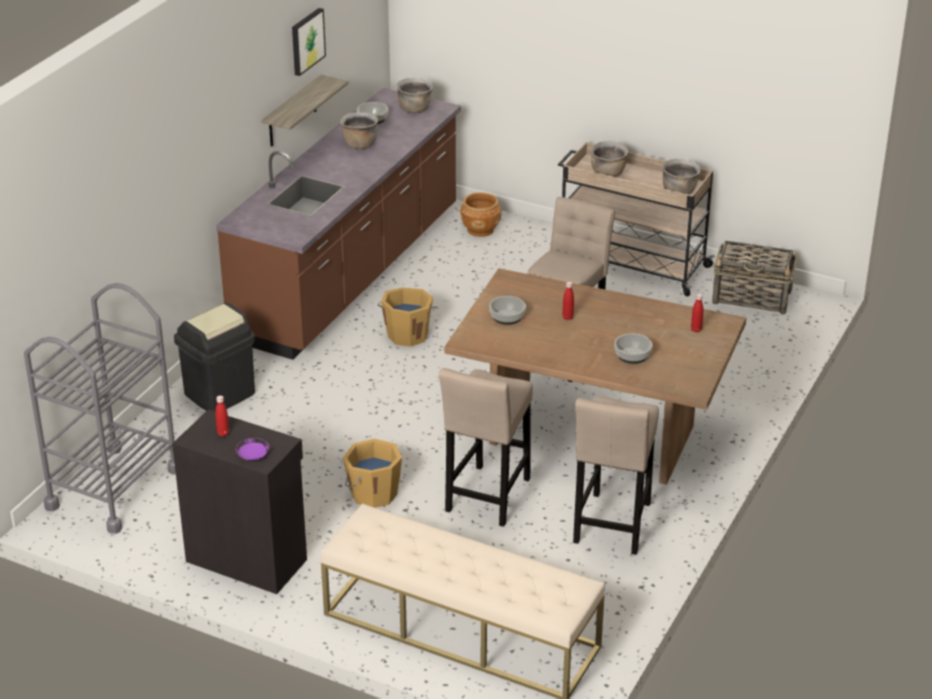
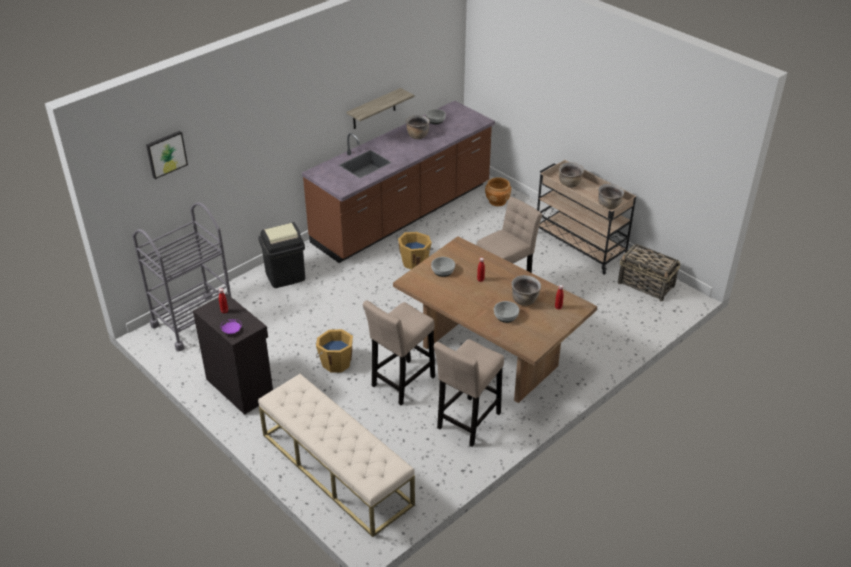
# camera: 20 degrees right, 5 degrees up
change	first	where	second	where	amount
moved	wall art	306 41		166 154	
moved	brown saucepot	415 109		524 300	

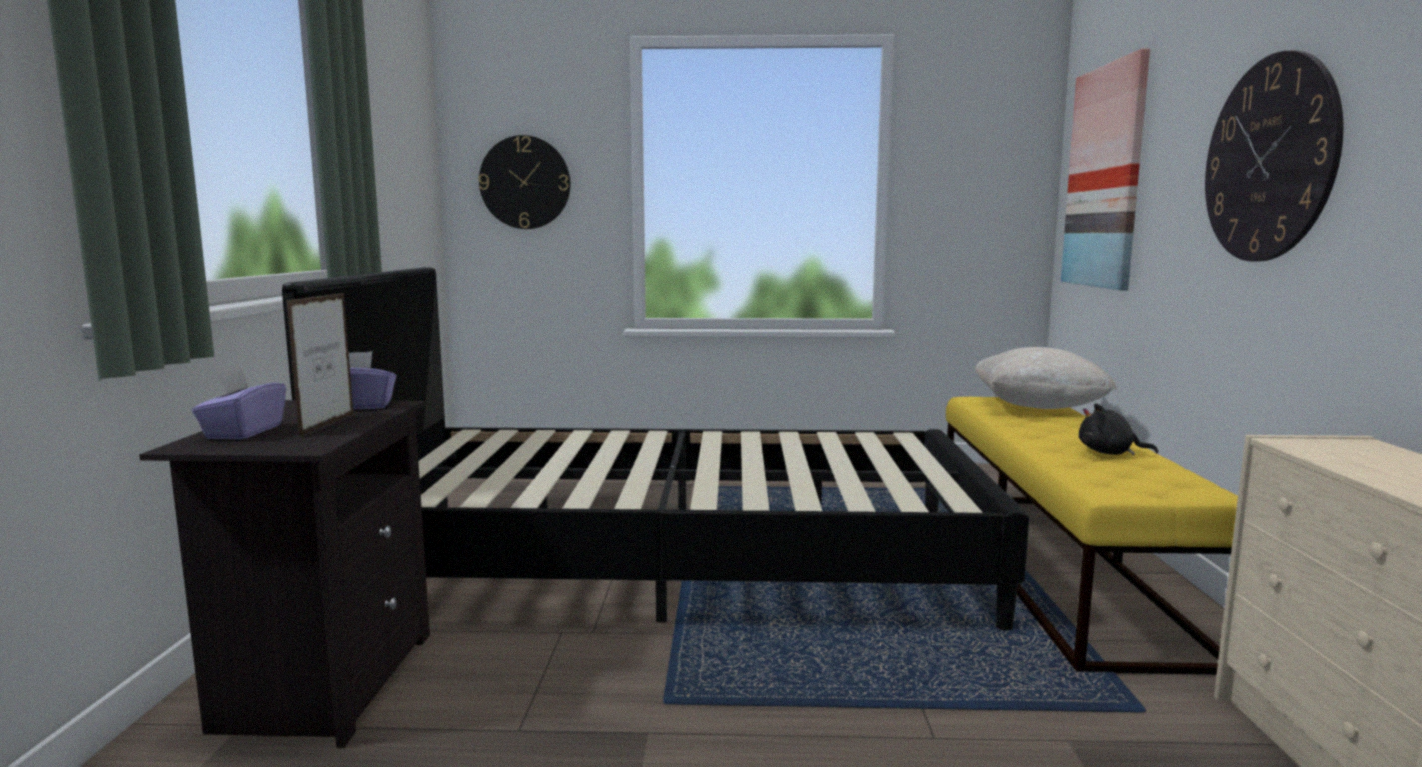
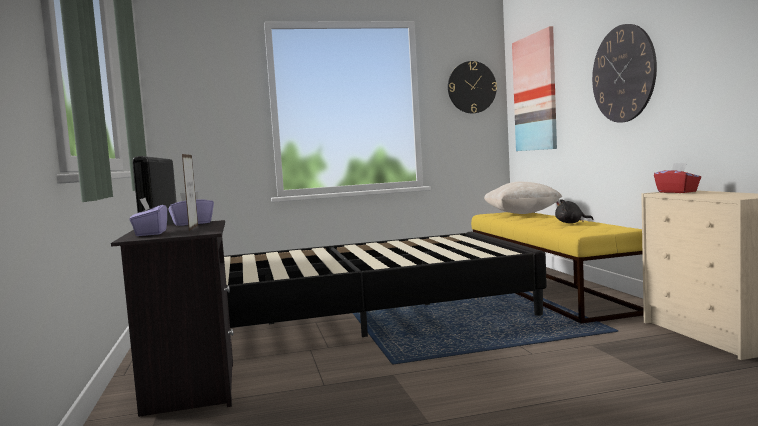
# camera: 15 degrees left, 5 degrees down
change	first	where	second	where	amount
moved	hanging clock	525 182		471 87	
added			red-coloured tissue holder	677 192	

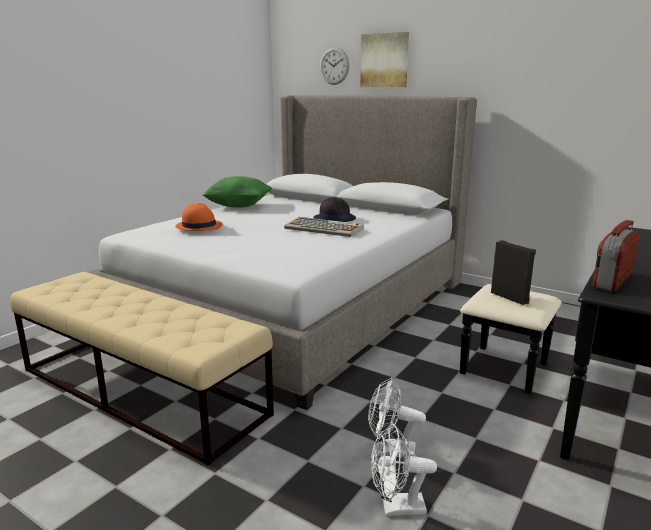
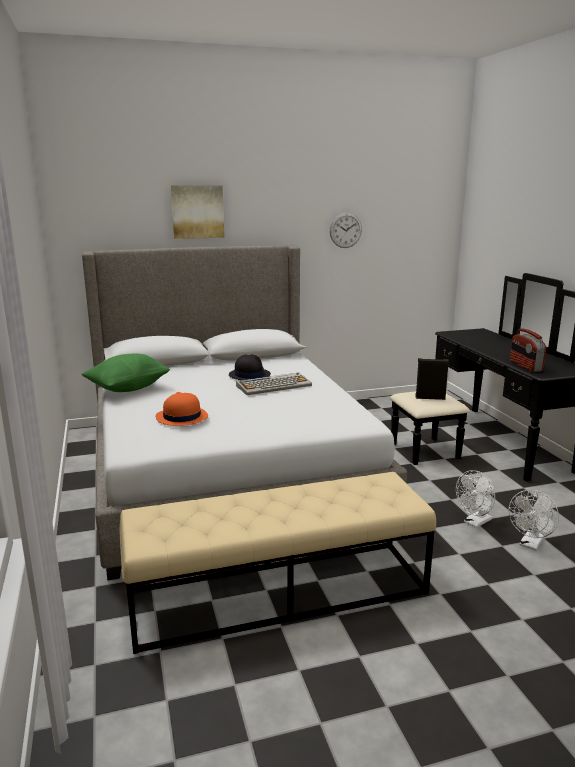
# camera: 50 degrees left, 0 degrees up
change	first	where	second	where	amount
moved	hanging clock	334 66		345 230	

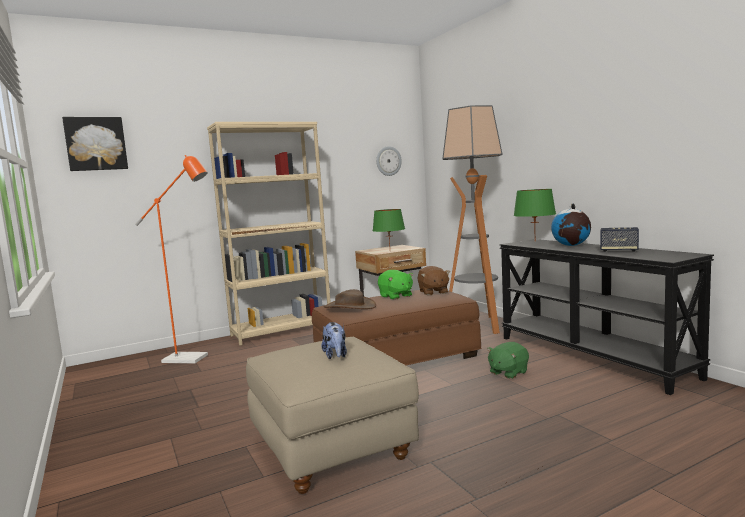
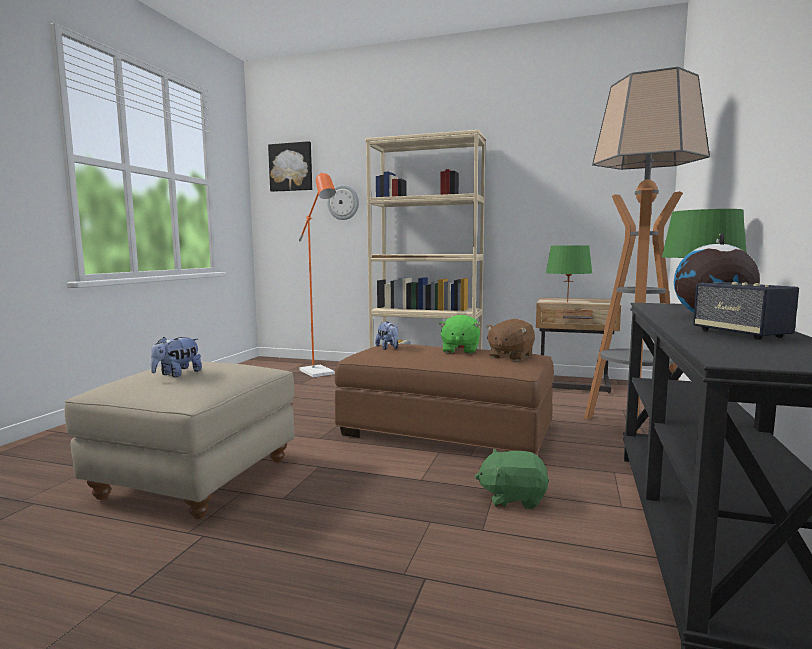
# camera: 45 degrees right, 0 degrees up
change	first	where	second	where	amount
moved	hanging clock	388 161		343 202	
replaced	brown hat	350 306	plush toy	388 348	

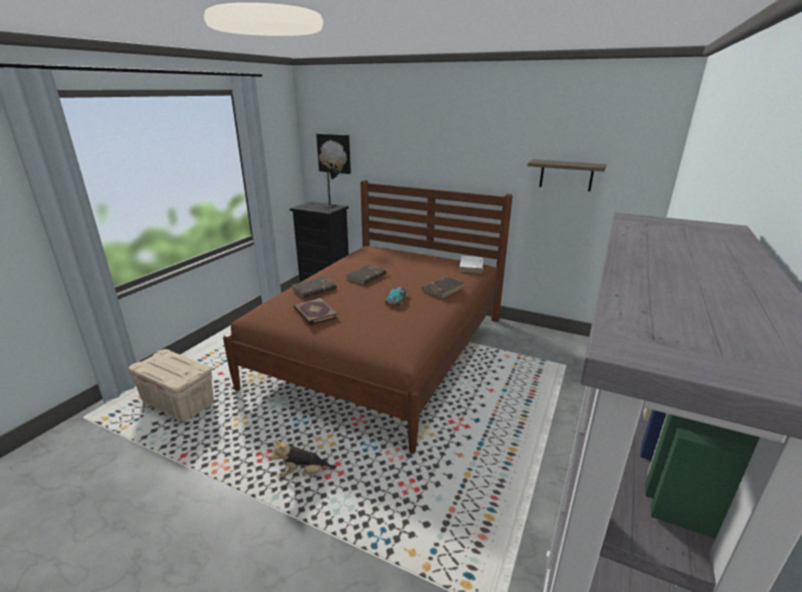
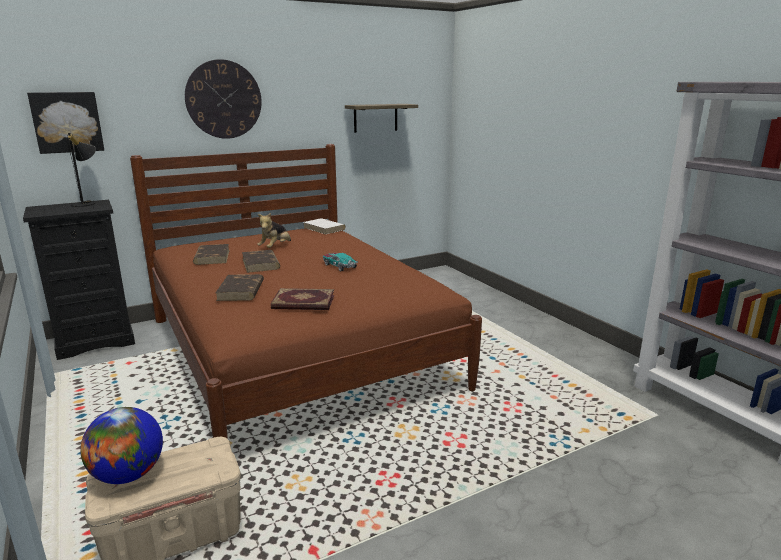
# camera: 55 degrees left, 5 degrees down
change	first	where	second	where	amount
moved	brown volume	443 289		212 257	
moved	plush toy	303 473		275 247	
added			hanging clock	224 99	
added			world globe	128 475	

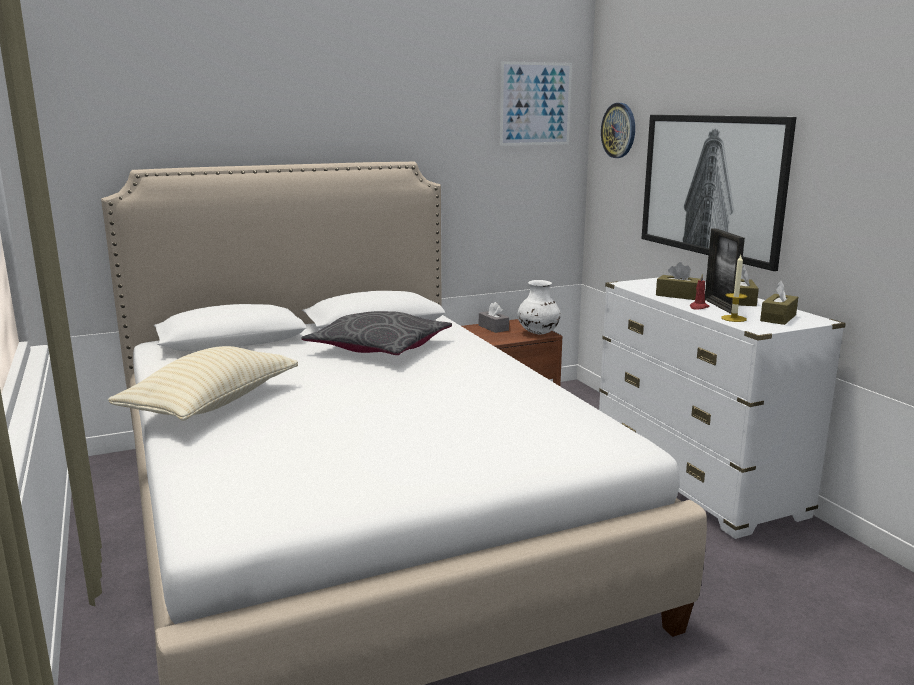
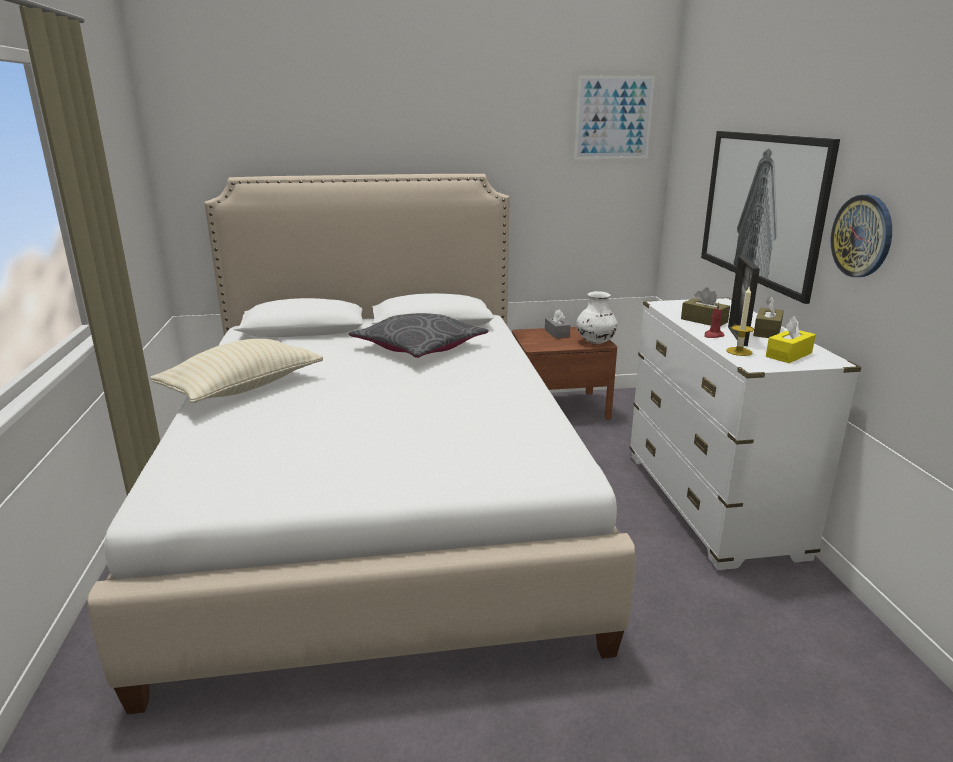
# camera: 15 degrees right, 5 degrees up
change	first	where	second	where	amount
moved	hanging clock	619 130		862 236	
recoloured	brown tissue holder	778 318	yellow tissue holder	788 355	

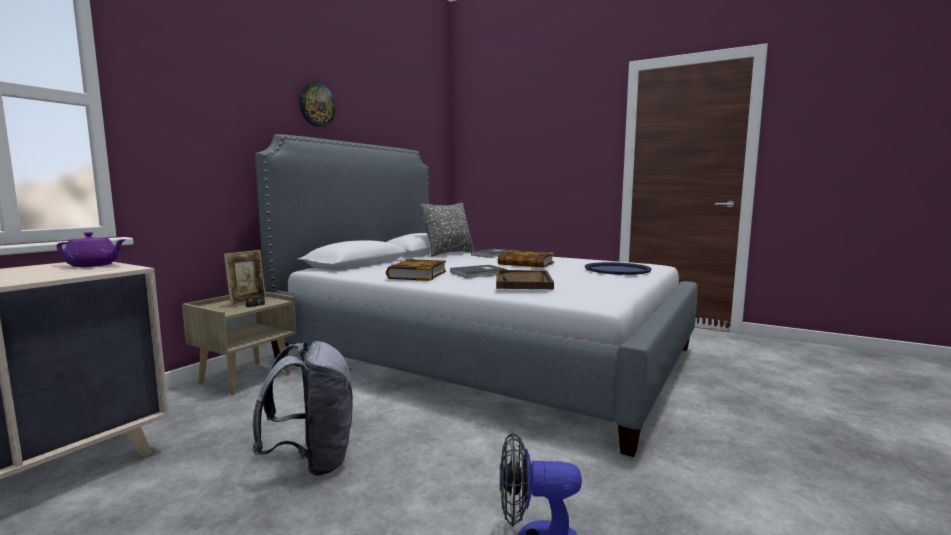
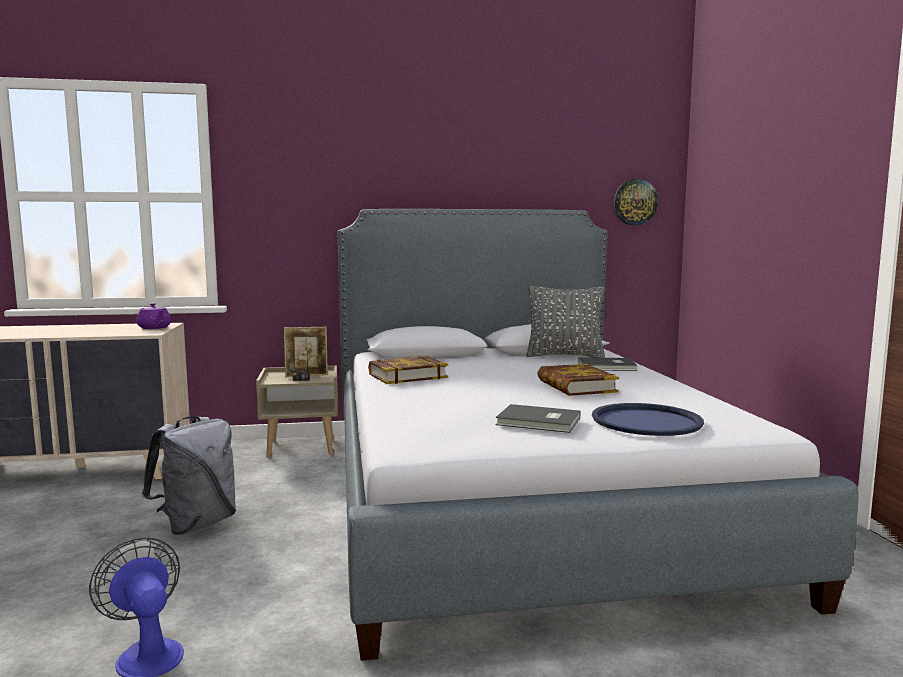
# camera: 50 degrees right, 0 degrees up
change	first	where	second	where	amount
moved	hanging clock	316 104		635 202	
moved	greyish volume	479 273		539 422	
removed	brown serving tray	523 282			

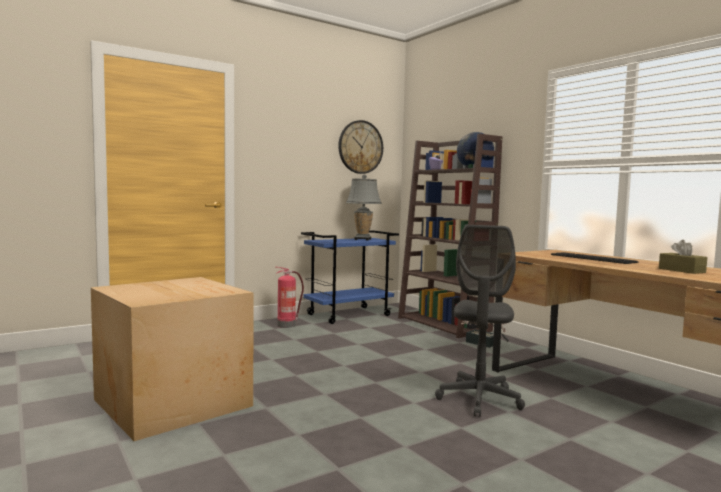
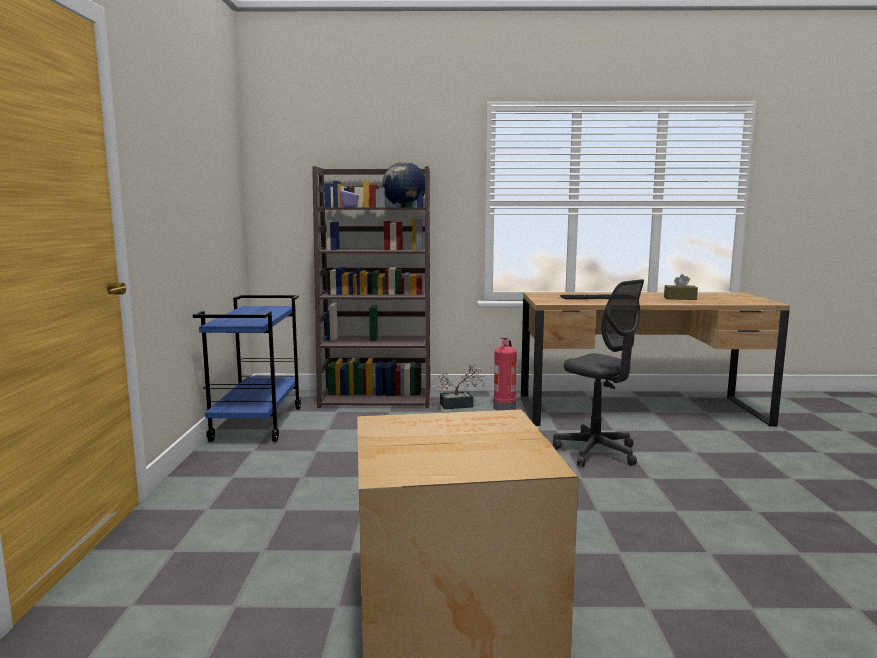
# camera: 55 degrees left, 5 degrees up
change	first	where	second	where	amount
removed	hanging clock	360 147			
removed	greyish table lamp	362 239			
moved	fire-fighting cylinder	287 325		504 407	

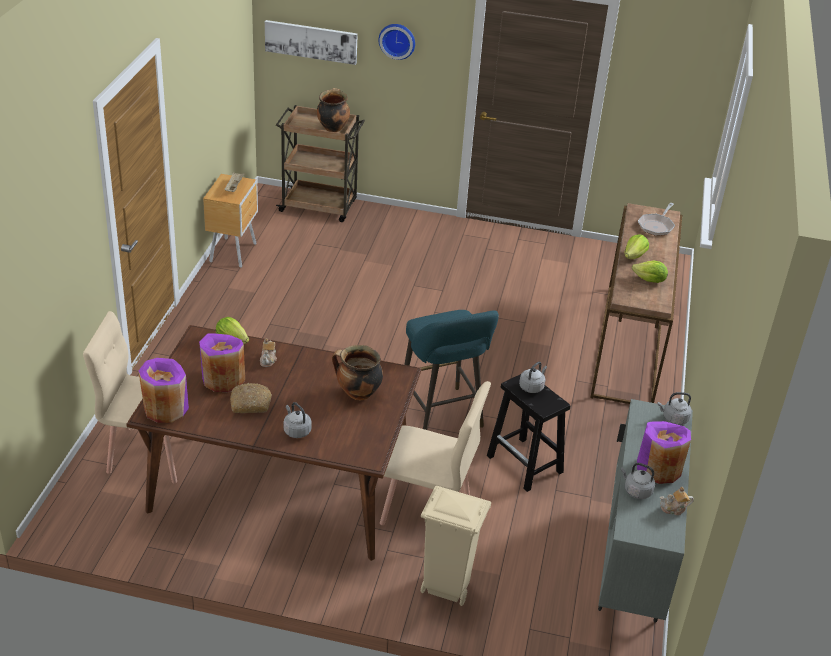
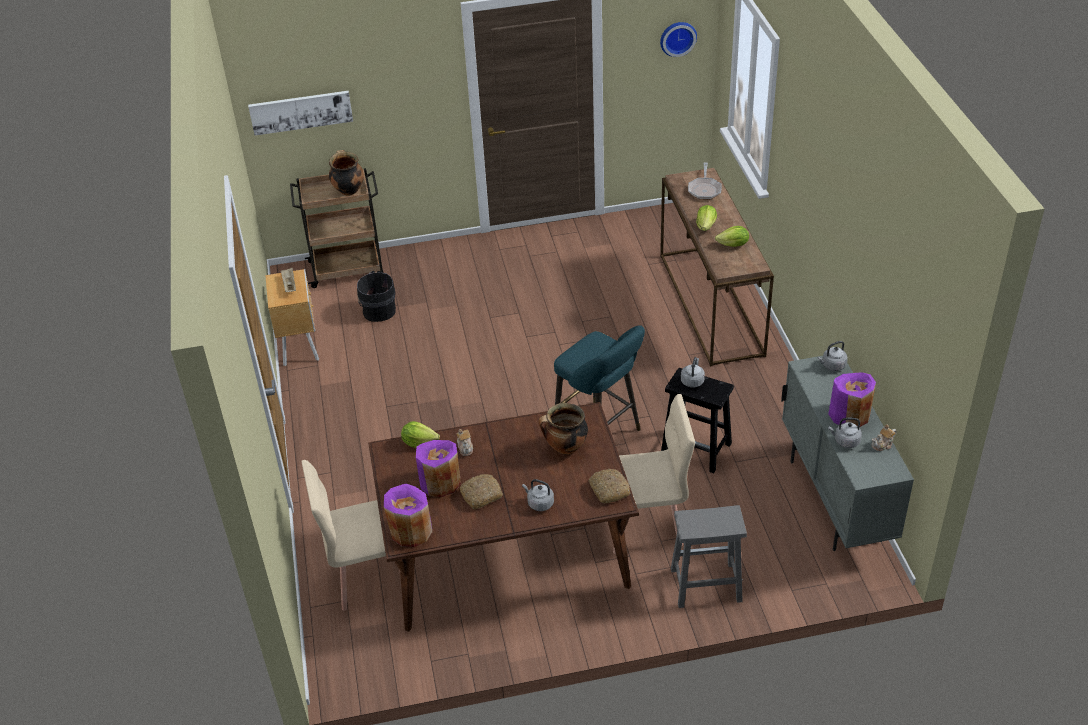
# camera: 20 degrees left, 5 degrees up
change	first	where	second	where	amount
moved	hanging clock	397 40		677 37	
replaced	beige waste bin	446 588	greyish stool	704 585	
added			blackish bucket	377 311	
added			baked bread	608 490	

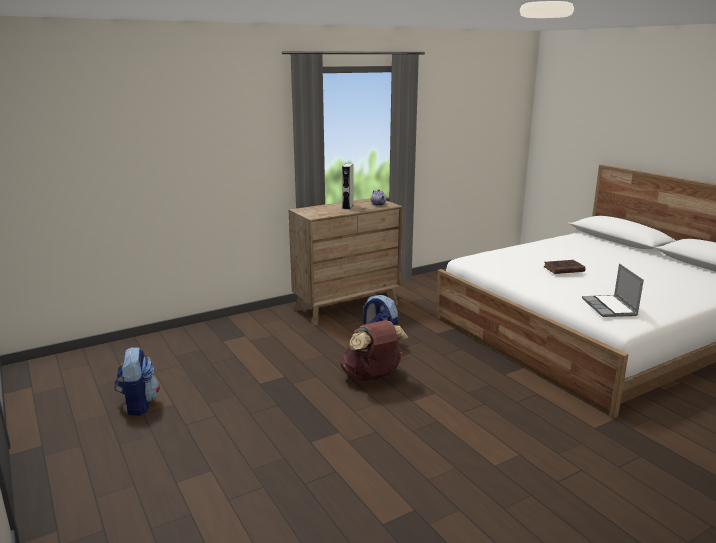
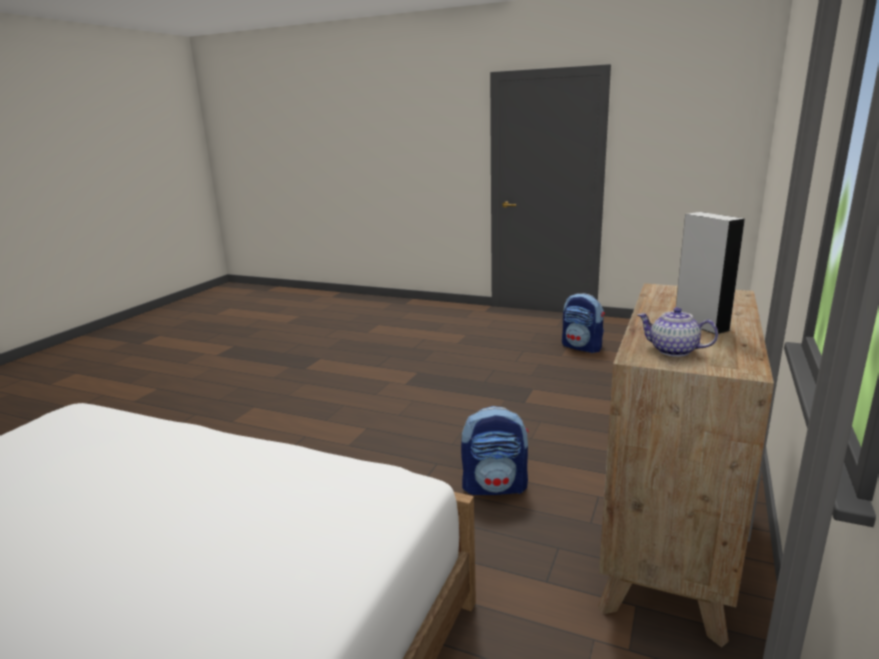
# camera: 145 degrees right, 0 degrees up
change	first	where	second	where	amount
removed	brown volume	563 269			
removed	notebook computer	610 307			
removed	brown backpack	372 377			

